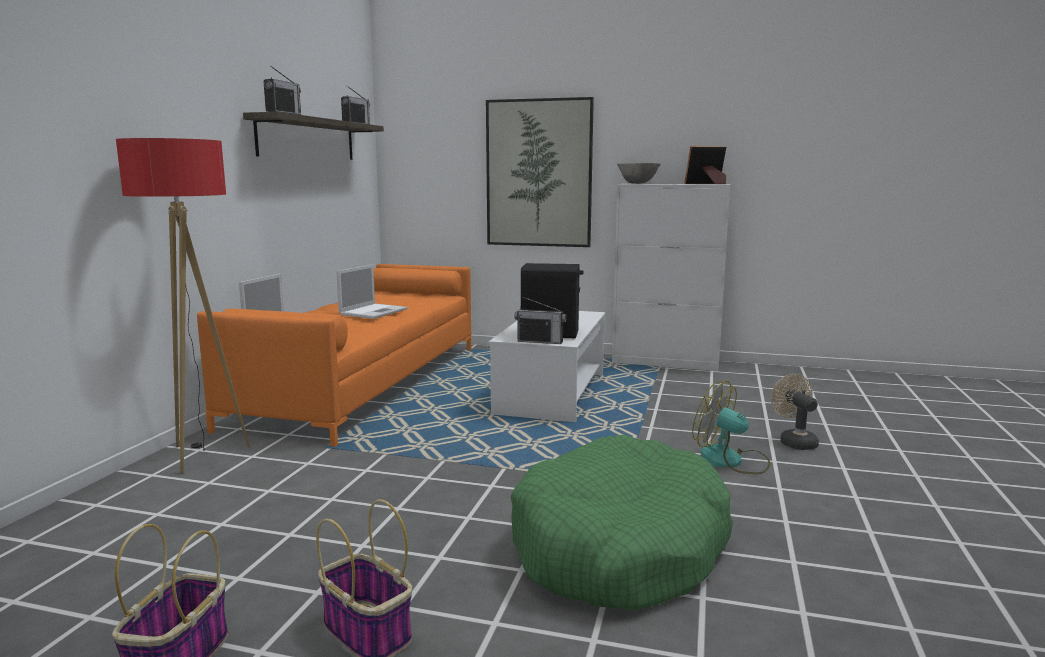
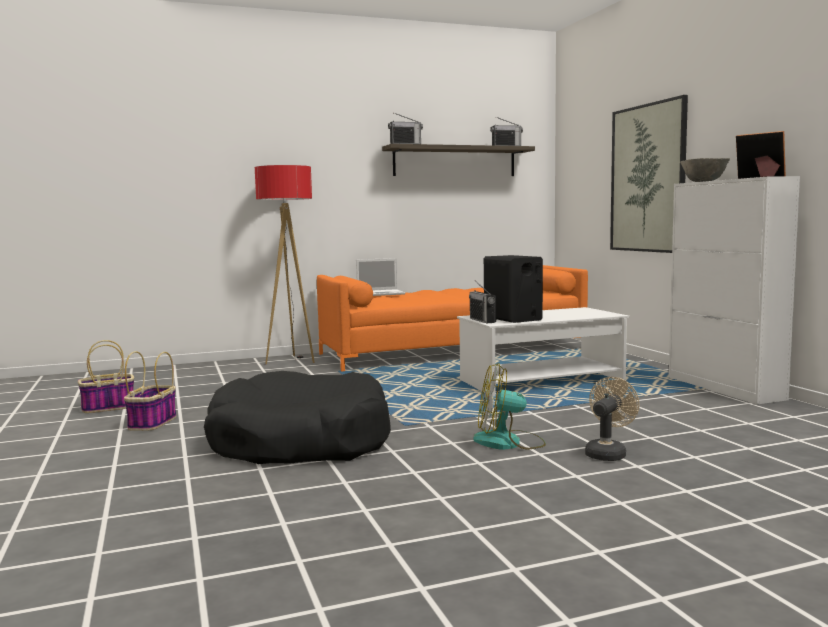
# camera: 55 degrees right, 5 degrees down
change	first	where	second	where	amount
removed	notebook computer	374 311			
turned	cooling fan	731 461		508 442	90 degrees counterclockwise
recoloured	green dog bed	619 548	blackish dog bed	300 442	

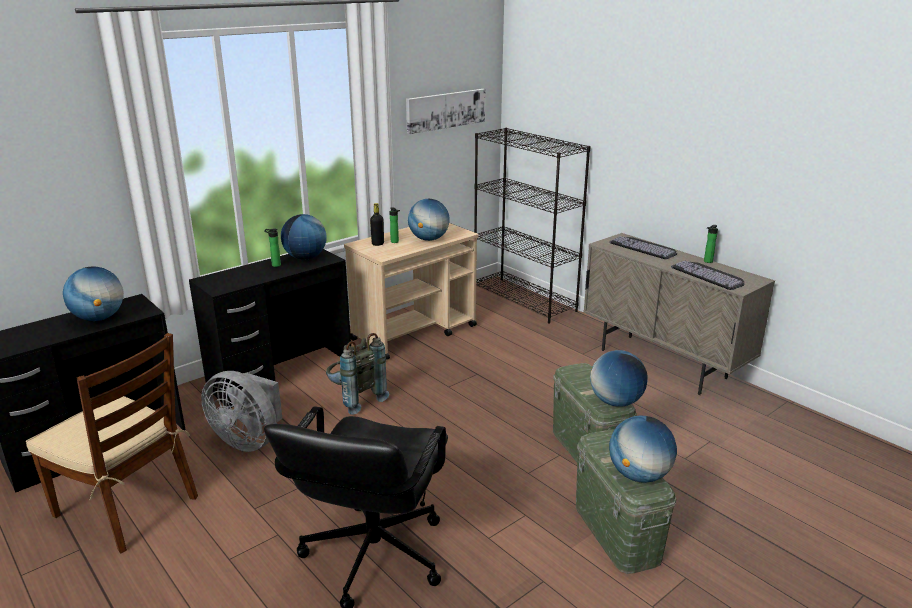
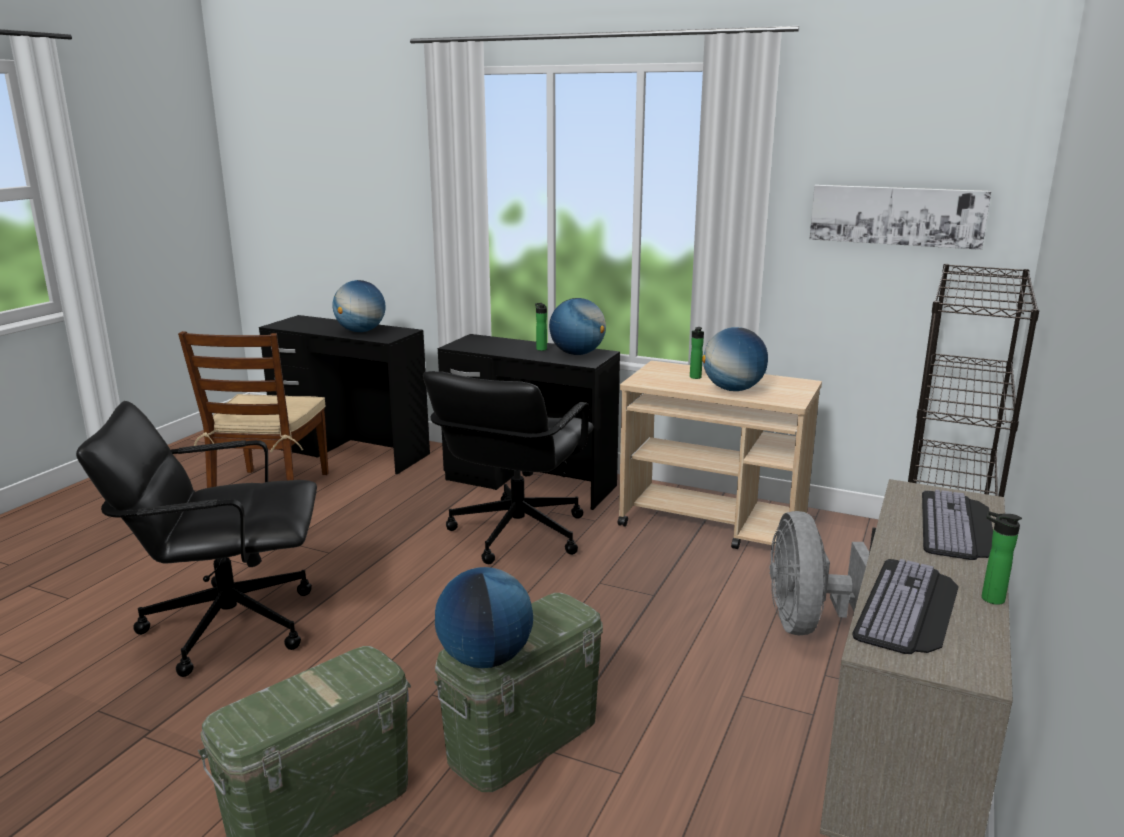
# camera: 65 degrees right, 5 degrees down
change	first	where	second	where	amount
removed	blackish drink bottle	377 244			
replaced	greyish backpack	355 399	blackish computer chair	516 533	
moved	greyish cooling fan	249 440		806 623	
removed	world globe	639 475			

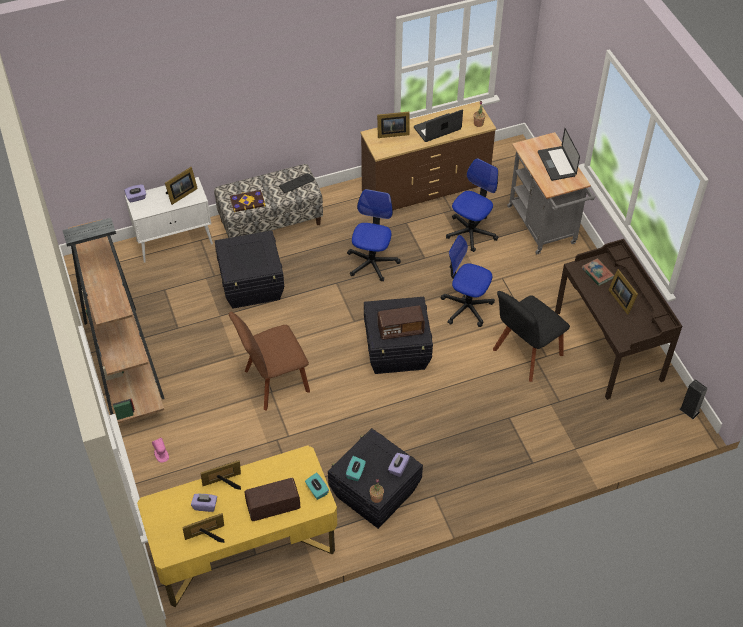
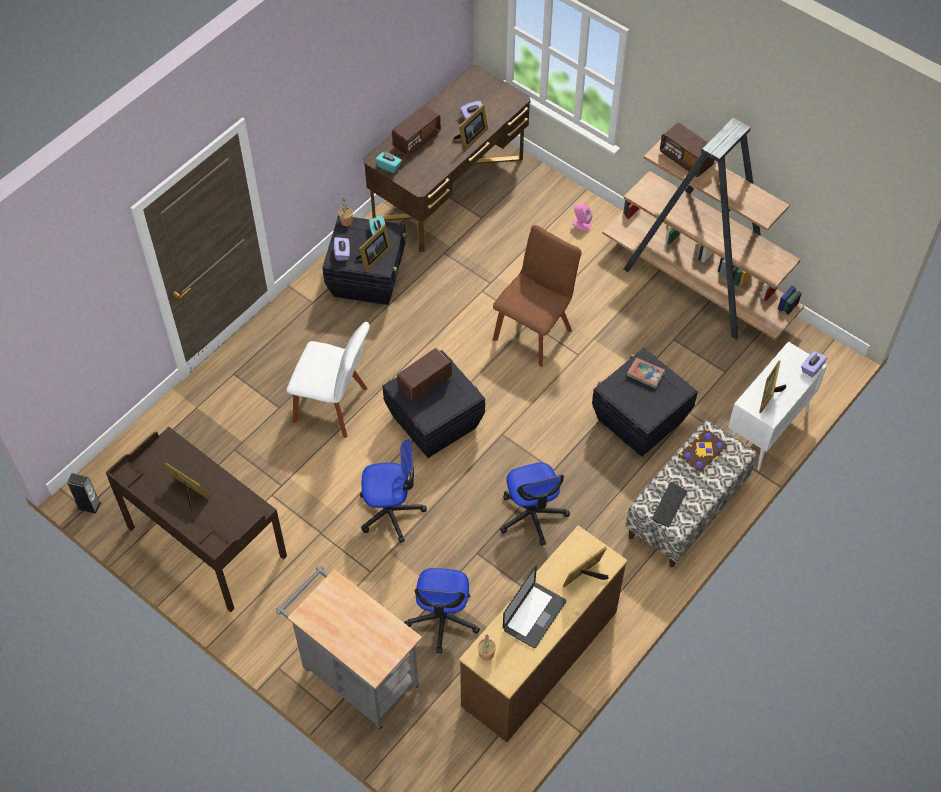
# camera: 150 degrees right, 5 degrees up
change	first	where	second	where	amount
removed	notebook computer	556 164			
moved	volume	597 273		645 374	
removed	blackish plain chair	525 354			
recoloured	yellow desk	244 549	brown desk	449 188	
moved	photo frame	207 536		373 258	
added			radio receiver	686 159	
added			white-coloured plain chair	334 406	

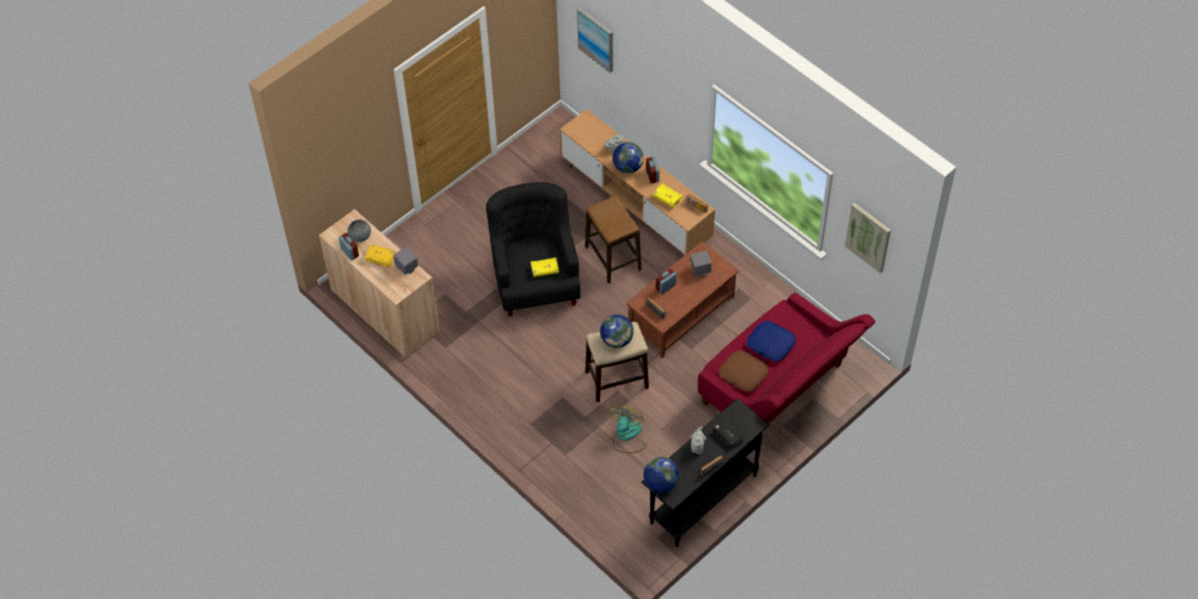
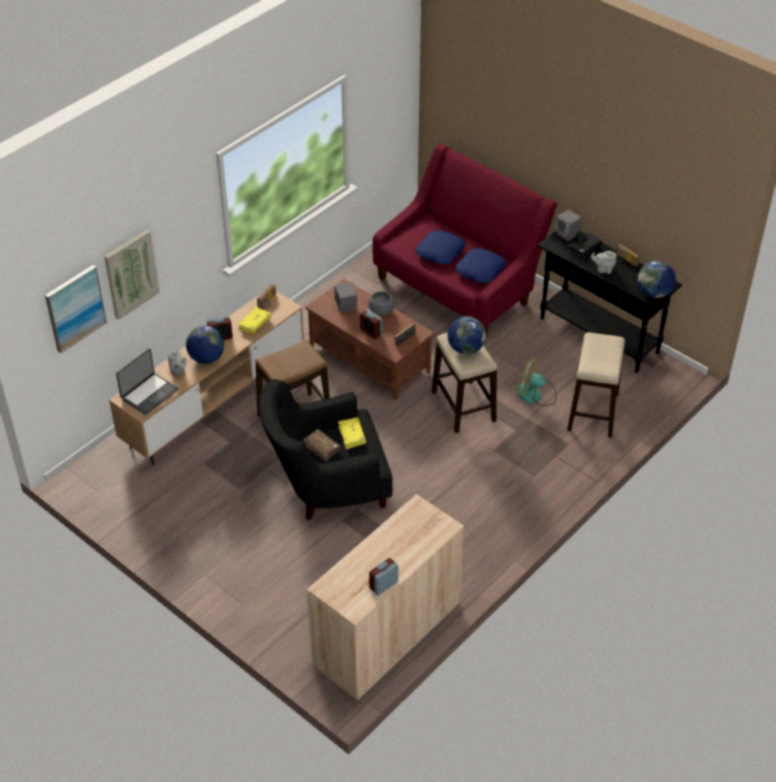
# camera: 95 degrees left, 10 degrees down
change	first	where	second	where	amount
moved	wall art	868 236		131 273	
moved	greyish deep dish	360 236		381 311	
removed	yellow volume	380 258			
moved	greyish audio speaker	407 268		567 234	
recoloured	brown throw pillow	743 374	blue-coloured throw pillow	480 270	
added			stool	593 411	
added			notebook computer	149 394	
added			brown volume	322 448	

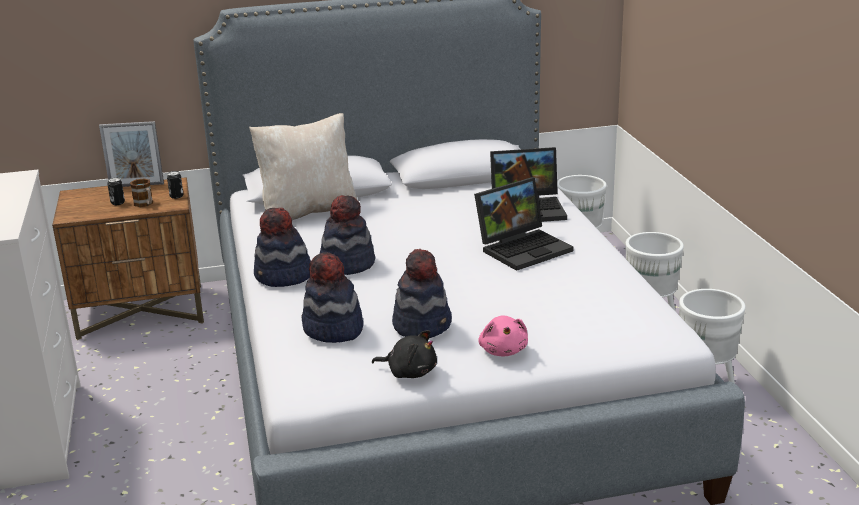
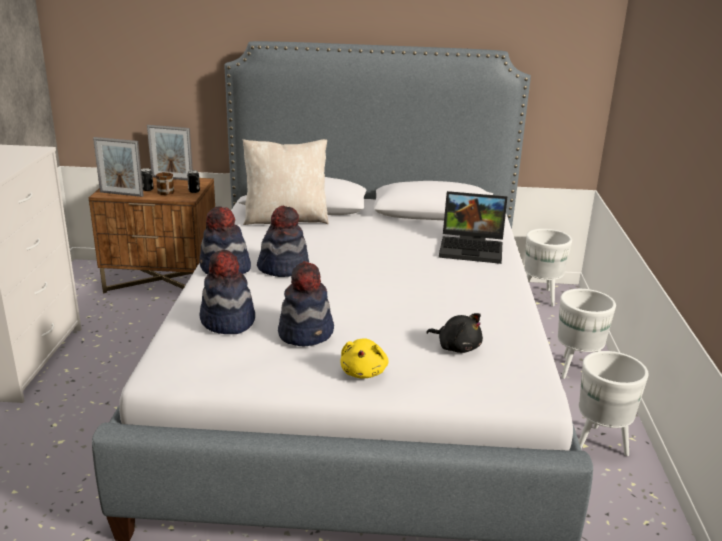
# camera: 15 degrees right, 0 degrees up
change	first	where	second	where	amount
removed	notebook computer	524 248			
recoloured	pinkish plush toy	503 350	yellow plush toy	364 372	
moved	blackish plush toy	409 372		457 347	
added			photo frame	121 194	

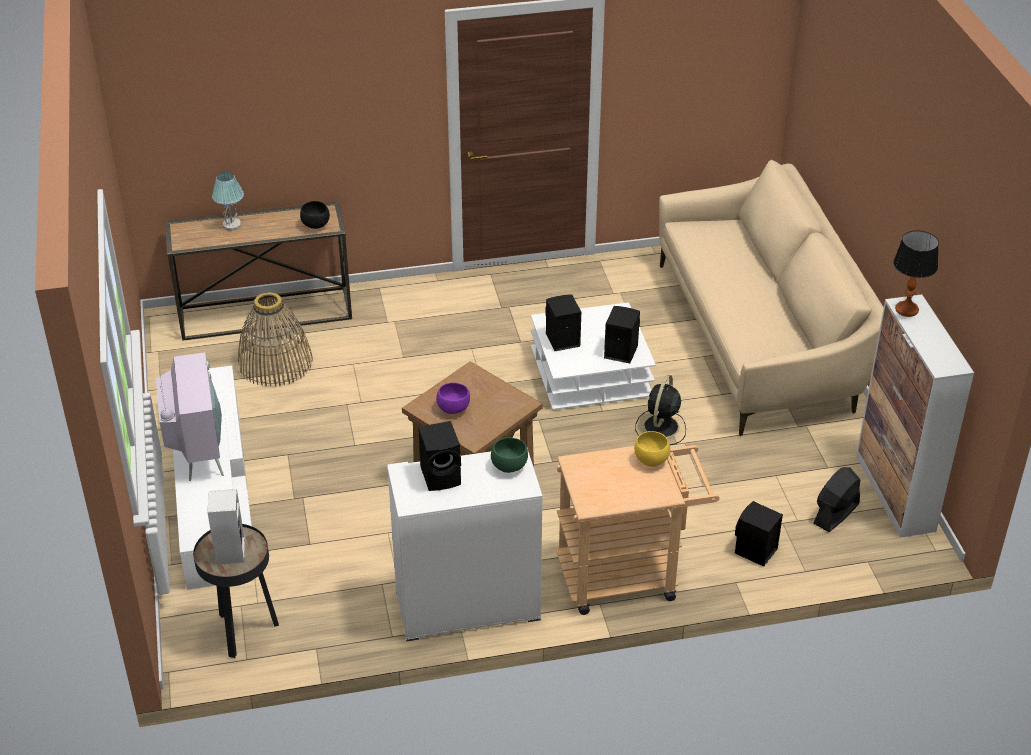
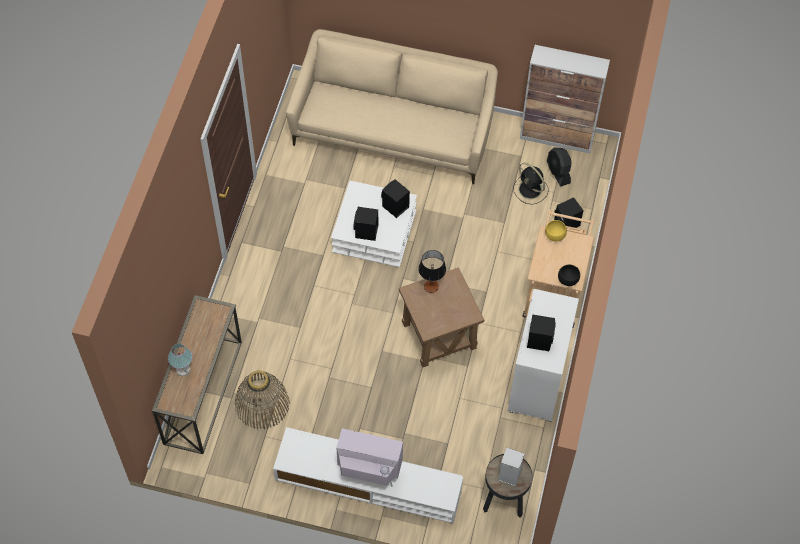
# camera: 65 degrees left, 20 degrees up
change	first	where	second	where	amount
moved	blackish deep dish	316 225		568 279	
moved	table lamp	907 309		431 286	
moved	blackish cooling fan	660 427		530 190	
removed	purple deep dish	453 409			
removed	green deep dish	509 466			

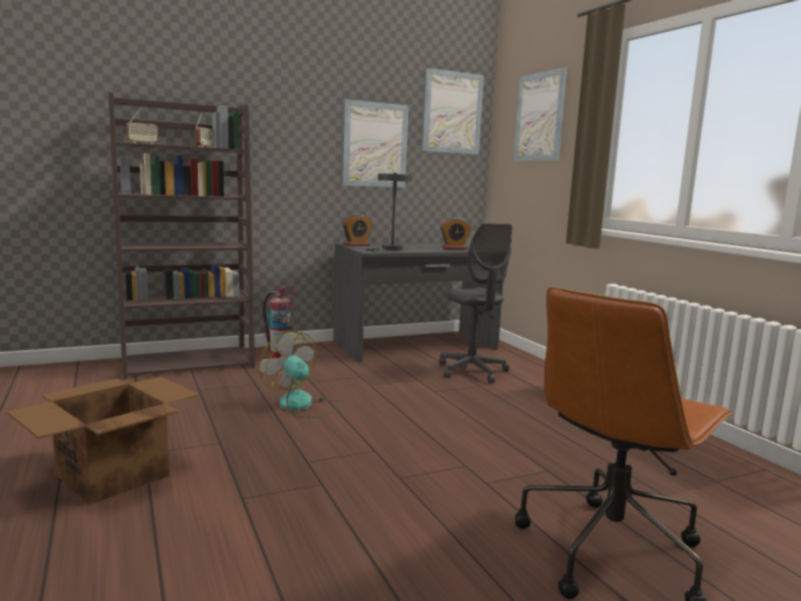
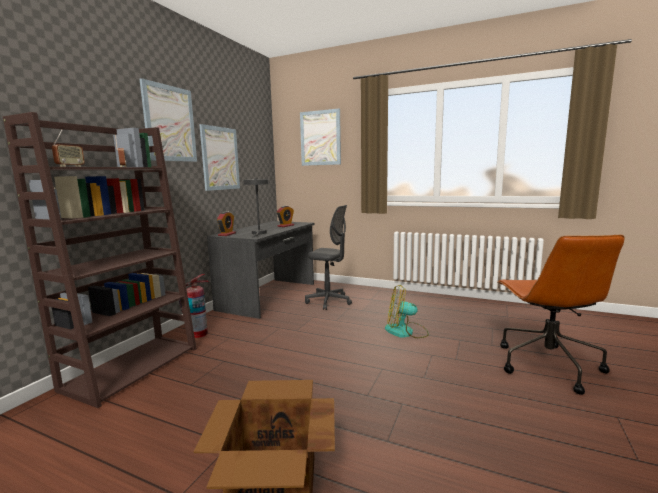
# camera: 40 degrees left, 0 degrees up
change	first	where	second	where	amount
moved	wall art	452 112		169 124	
moved	cooling fan	302 405		406 332	

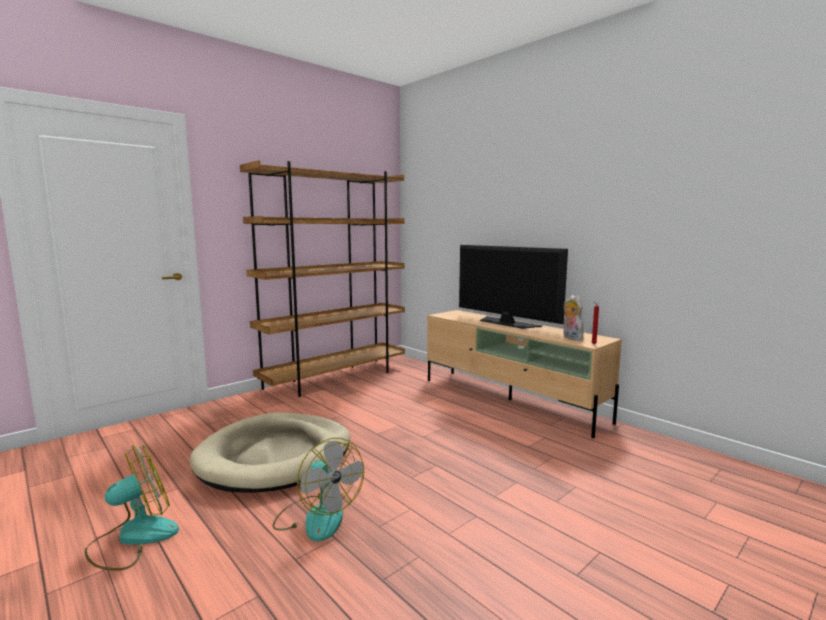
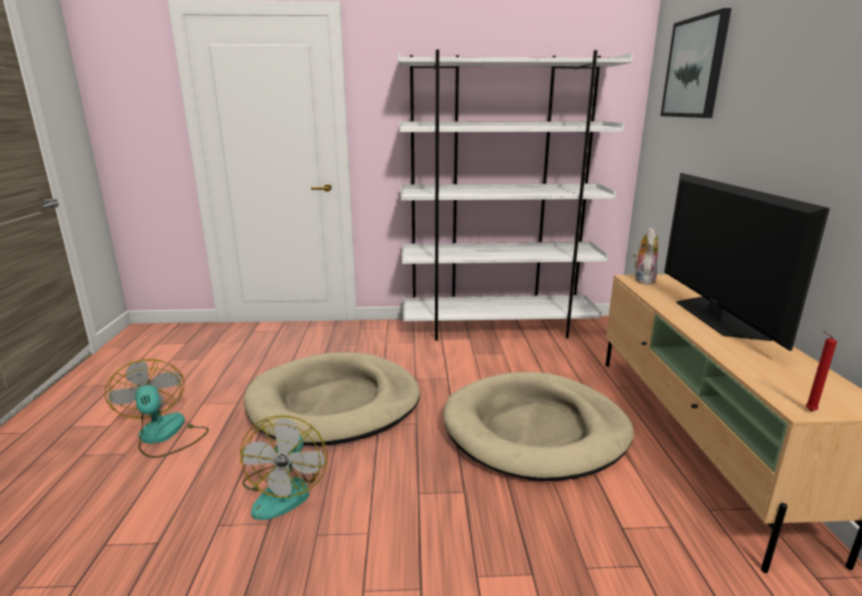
# camera: 40 degrees right, 10 degrees up
change	first	where	second	where	amount
recoloured	brown shelving unit	335 378	white-coloured shelving unit	498 328	
moved	plush toy	570 338		642 280	
turned	cooling fan	133 538		164 435	120 degrees counterclockwise
added			wall art	695 68	
added			beige dog bed	535 430	

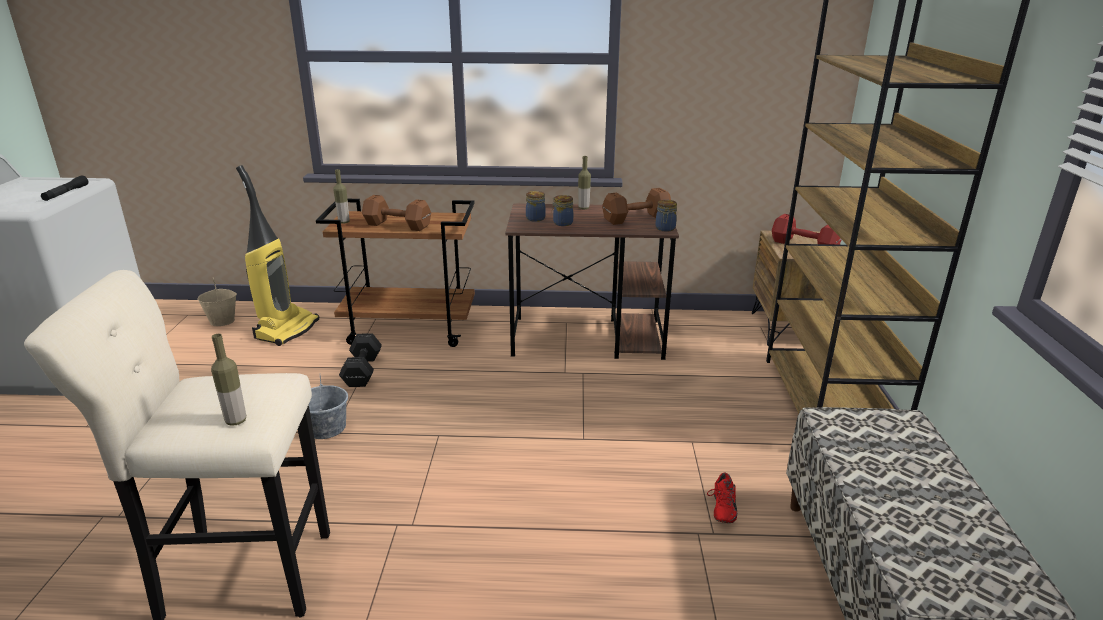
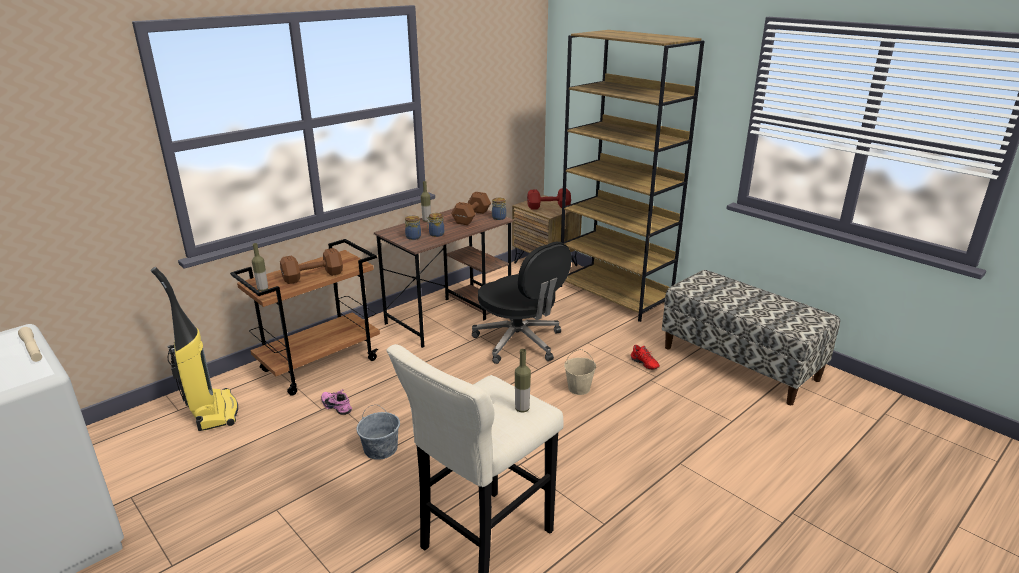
# camera: 45 degrees left, 0 degrees up
change	first	where	second	where	amount
recoloured	blackish flashlight	66 193	beige flashlight	32 349	
moved	beige bucket	223 321		579 388	
replaced	blackish free weight	361 372	pinkish shoe	338 406	
added			blackish computer chair	520 342	

